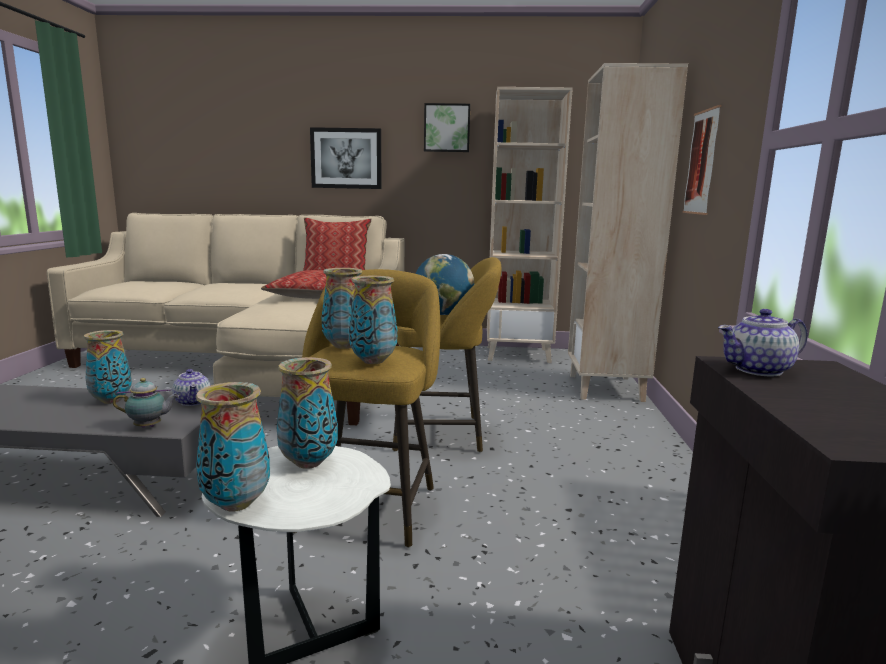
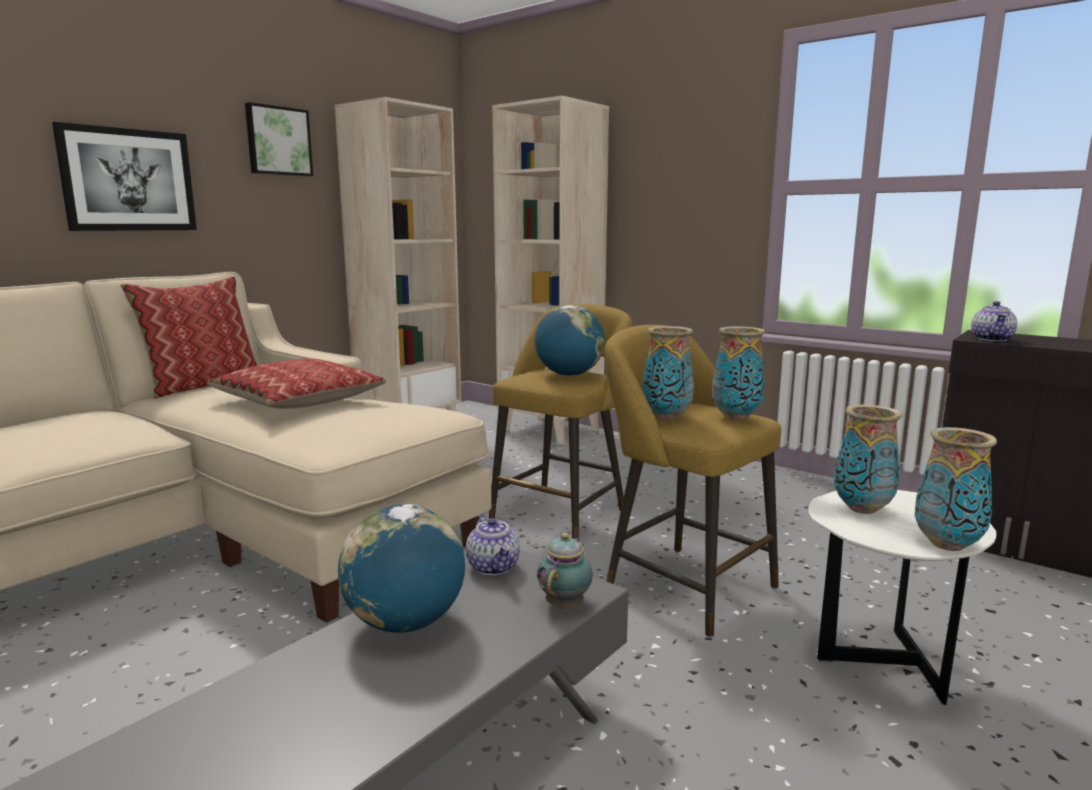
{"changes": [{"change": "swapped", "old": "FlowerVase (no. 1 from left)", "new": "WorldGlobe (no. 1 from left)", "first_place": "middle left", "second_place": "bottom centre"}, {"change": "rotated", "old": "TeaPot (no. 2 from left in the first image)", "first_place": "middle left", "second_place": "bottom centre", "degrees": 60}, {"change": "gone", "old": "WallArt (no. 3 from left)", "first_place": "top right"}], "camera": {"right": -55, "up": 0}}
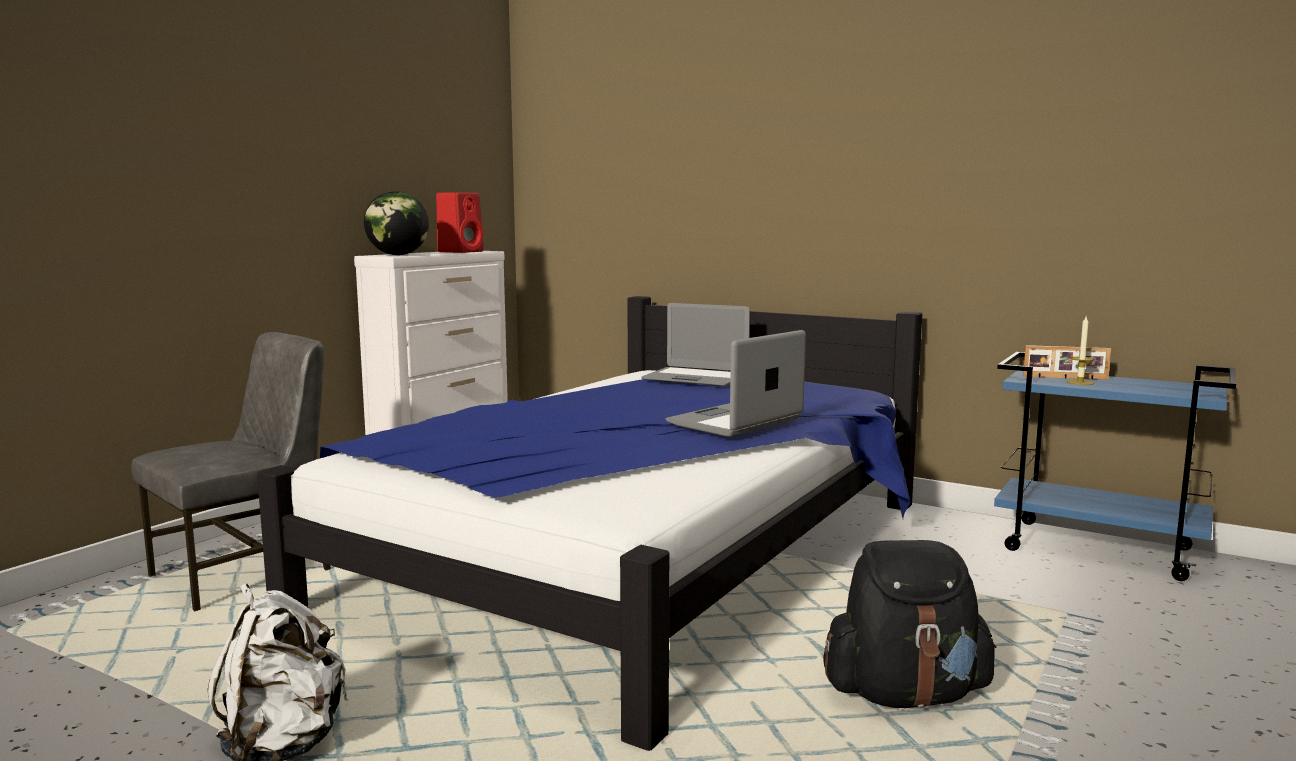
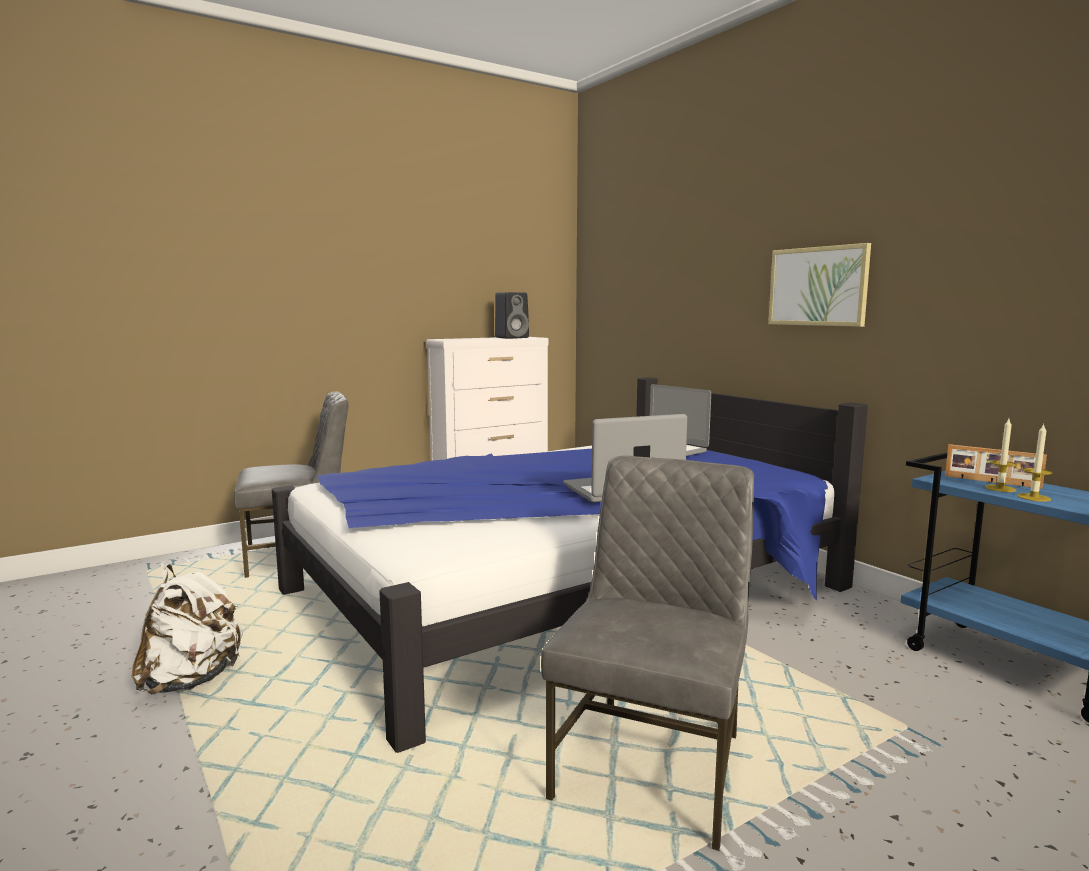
{"changes": [{"change": "gone", "old": "WorldGlobe", "first_place": "top left"}, {"change": "repainted", "old": "RedColouredAudioSpeaker", "new": "BlackishAudioSpeaker", "first_place": "top centre", "second_place": "centre"}, {"change": "swapped", "old": "BlackishKnapsack", "new": "GreyChair (no. 2 from left)", "first_place": "bottom right", "second_place": "bottom centre"}, {"change": "new", "new": "WallArt", "second_place": "top right"}, {"change": "new", "new": "WaxCandle (no. 2 from left)", "second_place": "middle right"}], "camera": {"right": 25, "up": 0}}
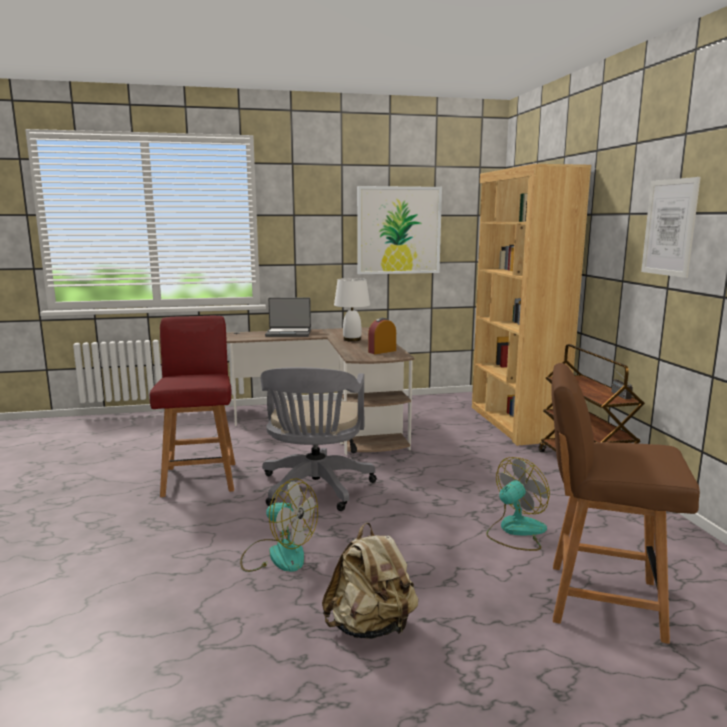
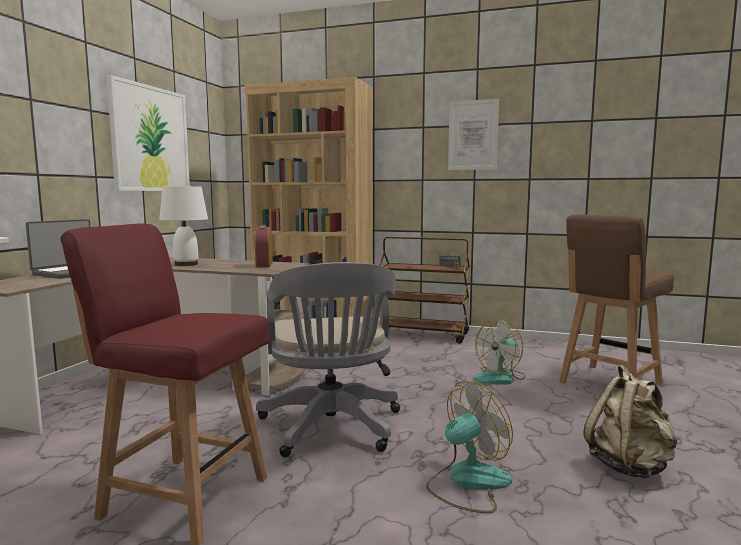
{"changes": [{"change": "rotated", "old": "GreyOfficeChair", "first_place": "centre", "second_place": "centre", "degrees": 45}, {"change": "rotated", "old": "CoolingFan (no. 2 from left)", "first_place": "bottom right", "second_place": "middle right", "degrees": -120}], "camera": {"right": -60, "up": -5}}
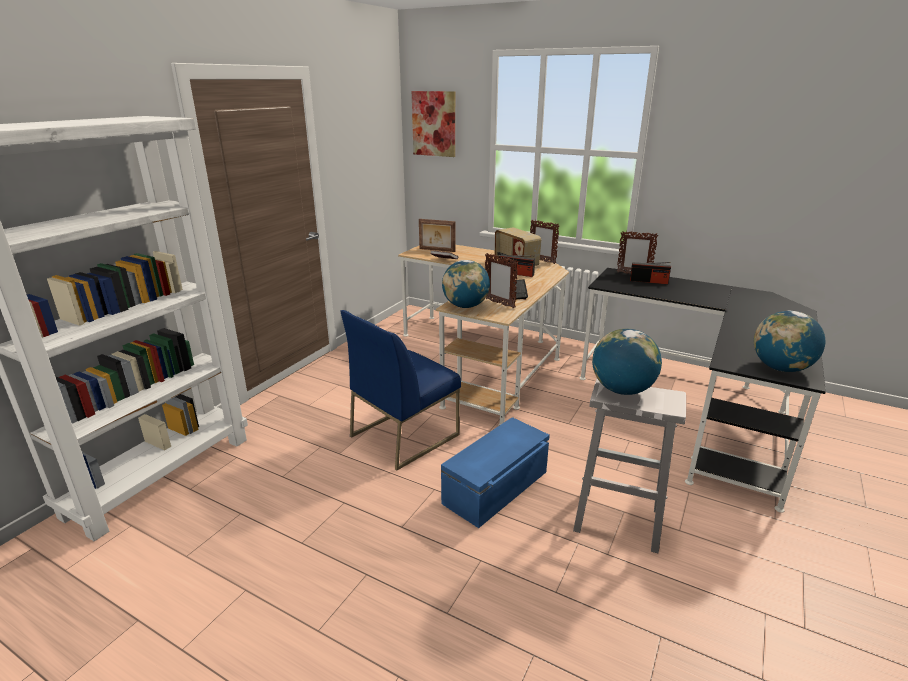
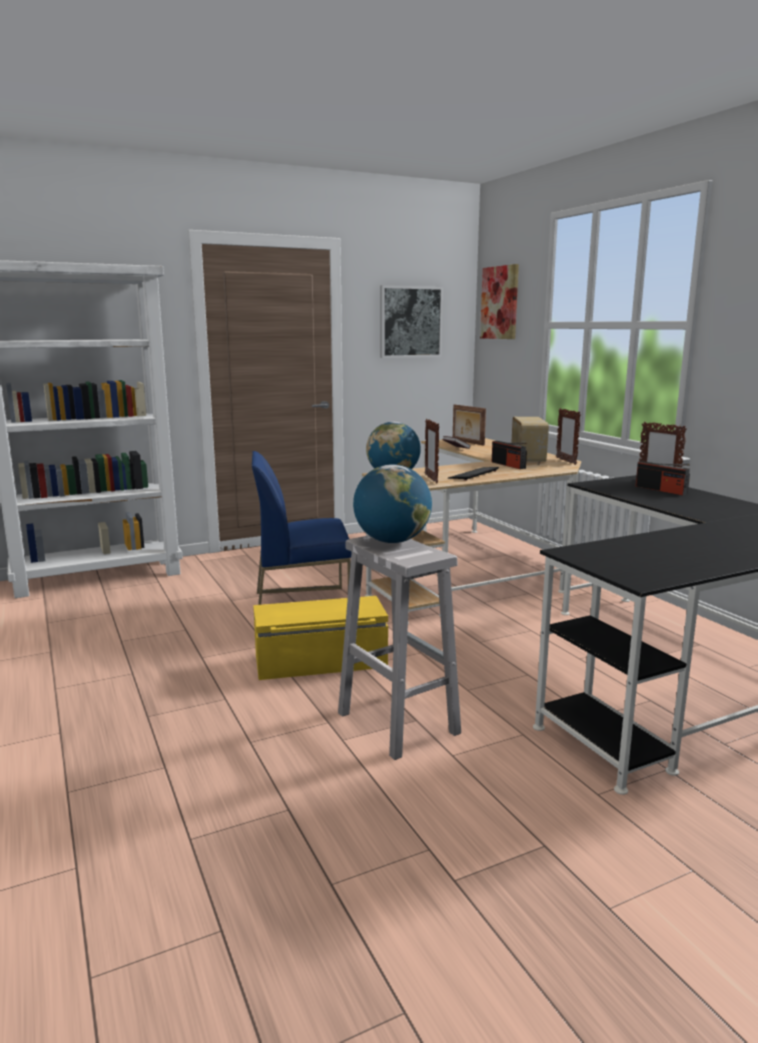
{"changes": [{"change": "repainted", "old": "BluishStorageBin", "new": "YellowishStorageBin", "first_place": "bottom centre", "second_place": "centre"}, {"change": "gone", "old": "WorldGlobe (no. 3 from left)", "first_place": "middle right"}, {"change": "new", "new": "WallArt (no. 1 from left)", "second_place": "top centre"}], "camera": {"right": 35, "up": -10}}
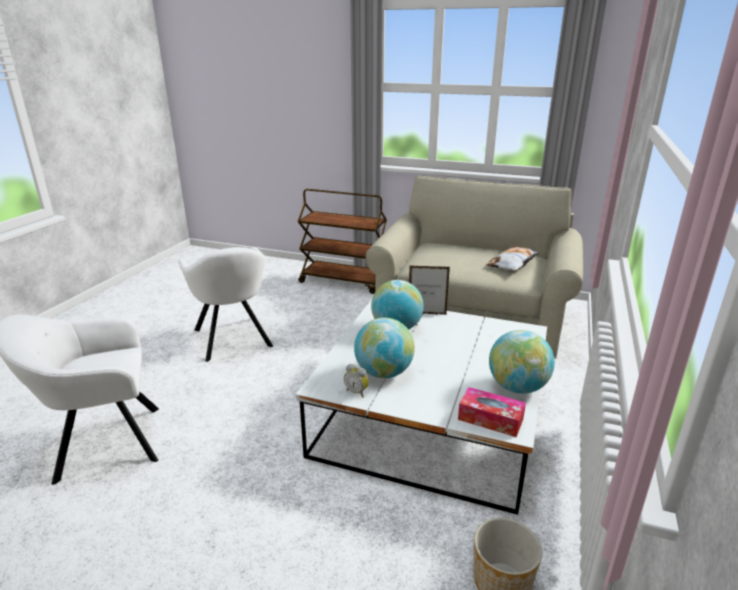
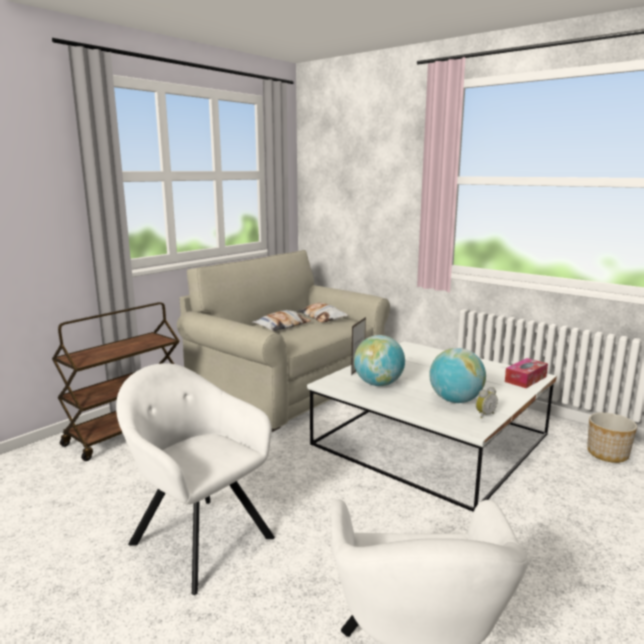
{"changes": [{"change": "rotated", "old": "WhiteColouredArmchair (no. 2 from left in the first image)", "first_place": "middle left", "second_place": "bottom left", "degrees": -135}, {"change": "gone", "old": "WorldGlobe (no. 3 from left)", "first_place": "middle right"}, {"change": "new", "new": "Cushion (no. 1 from left)", "second_place": "centre"}], "camera": {"right": -70, "up": -10}}
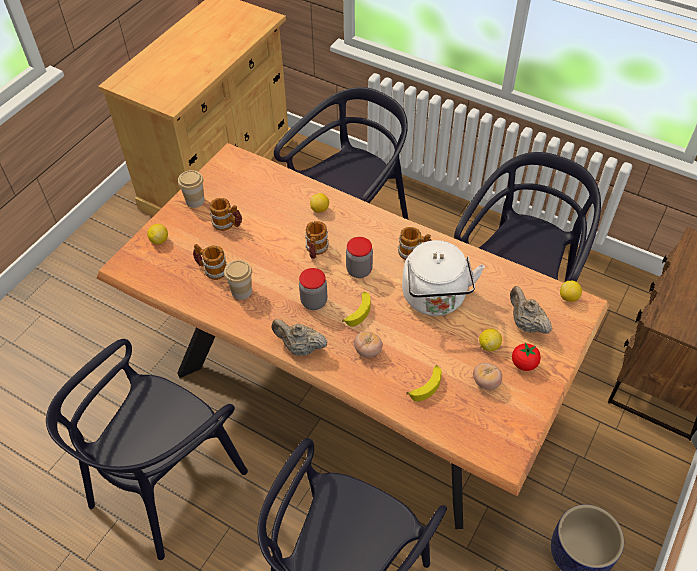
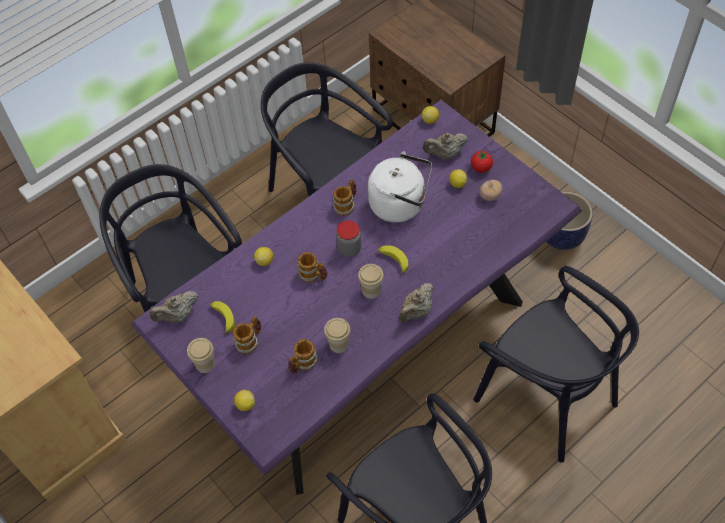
{"changes": [{"change": "repainted", "old": "BrownishDiningTable", "new": "PurpleColouredDiningTable", "first_place": "centre", "second_place": "centre"}, {"change": "swapped", "old": "StorageJar (no. 1 from left)", "new": "DrinkingCup (no. 3 from left)", "first_place": "centre", "second_place": "centre"}, {"change": "gone", "old": "WholeTomato (no. 1 from left)", "first_place": "centre"}, {"change": "shifted", "old": "Banana (no. 2 from left in the first image)", "new": "Banana (no. 1 from left)", "first_place": "bottom centre", "second_place": "middle left"}, {"change": "new", "new": "BeigeTeaPot (no. 1 from left)", "second_place": "middle left"}], "camera": {"right": -70, "up": 5}}
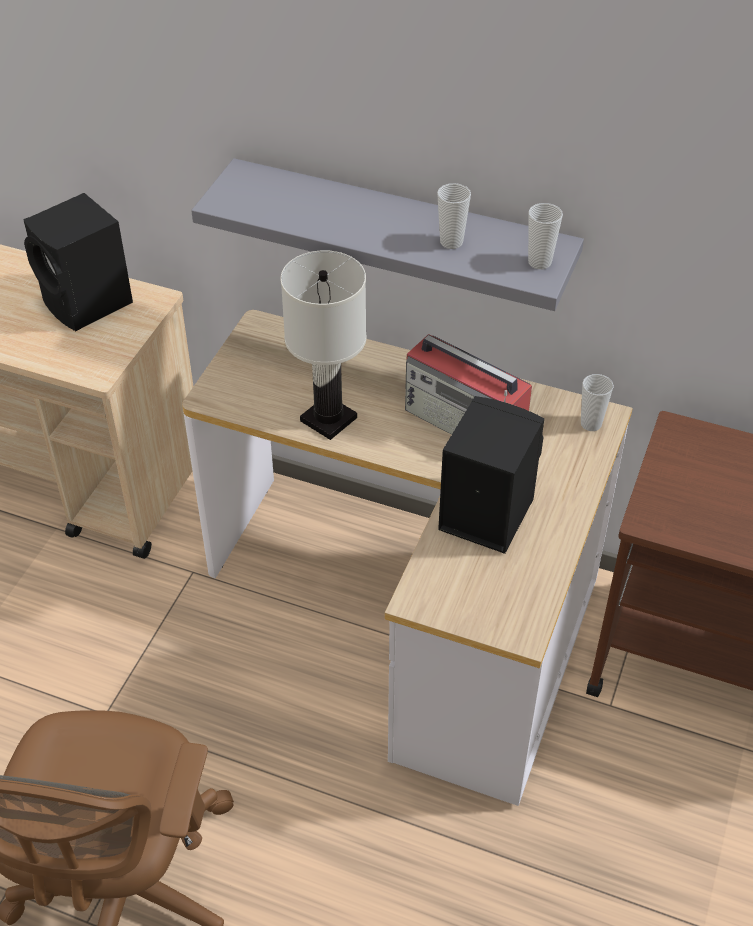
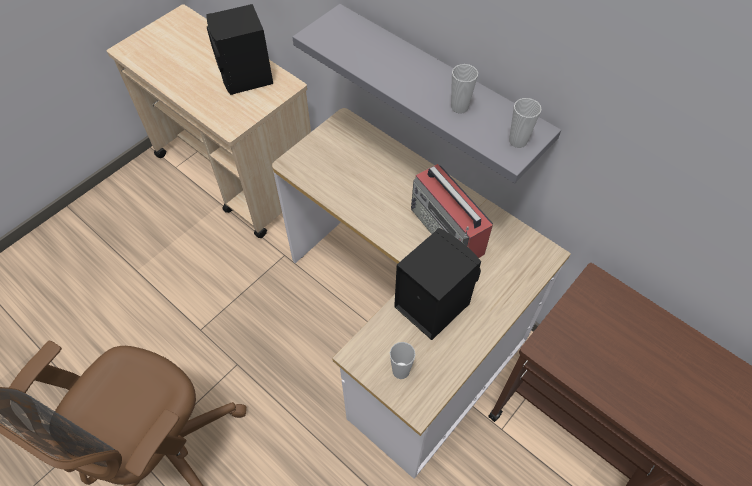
{"changes": [{"change": "gone", "old": "WhiteColouredTabletopLamp", "first_place": "centre"}, {"change": "shifted", "old": "DrinkingCup (no. 3 from left in the first image)", "new": "DrinkingCup (no. 1 from left)", "first_place": "middle right", "second_place": "bottom centre"}], "camera": {"right": 20, "up": 10}}
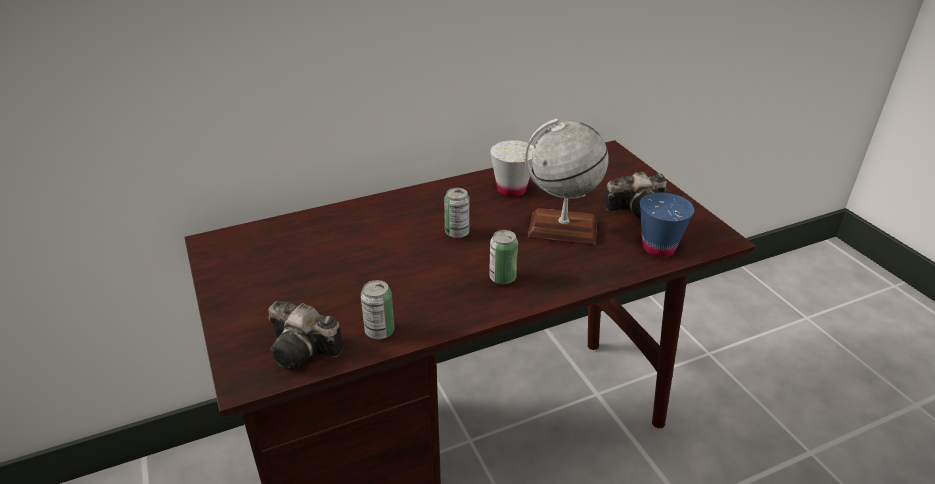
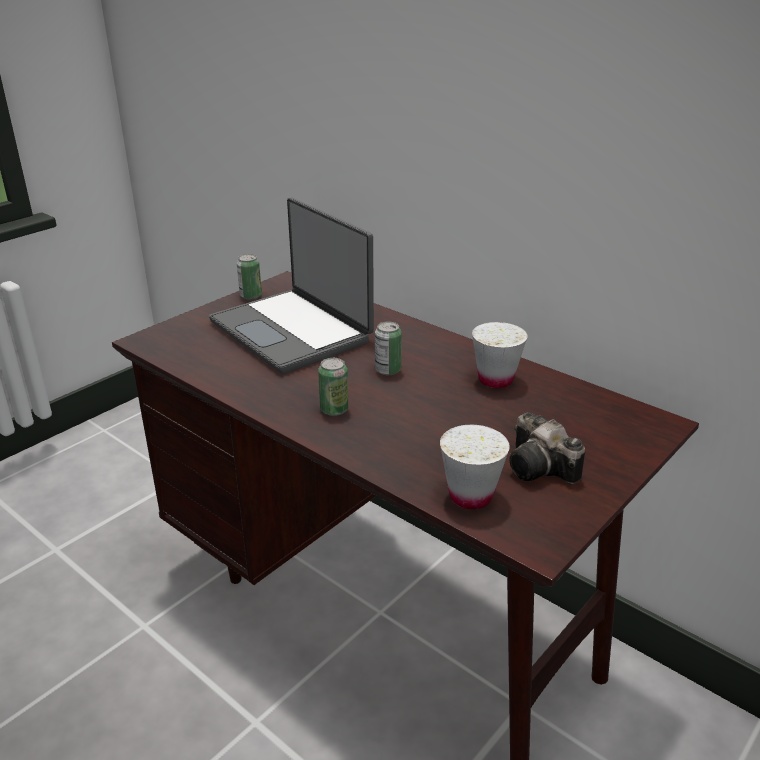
{"changes": [{"change": "gone", "old": "PhotoCamera (no. 1 from left)", "first_place": "bottom left"}, {"change": "shifted", "old": "Can (no. 1 from left)", "first_place": "centre", "second_place": "middle left"}, {"change": "gone", "old": "WorldGlobe", "first_place": "centre"}, {"change": "repainted", "old": "BluishDrinkingCup", "new": "WhiteColouredDrinkingCup (no. 1 from left)", "first_place": "middle right", "second_place": "centre"}, {"change": "new", "new": "Laptop", "second_place": "centre"}], "camera": {"right": 65, "up": -5}}
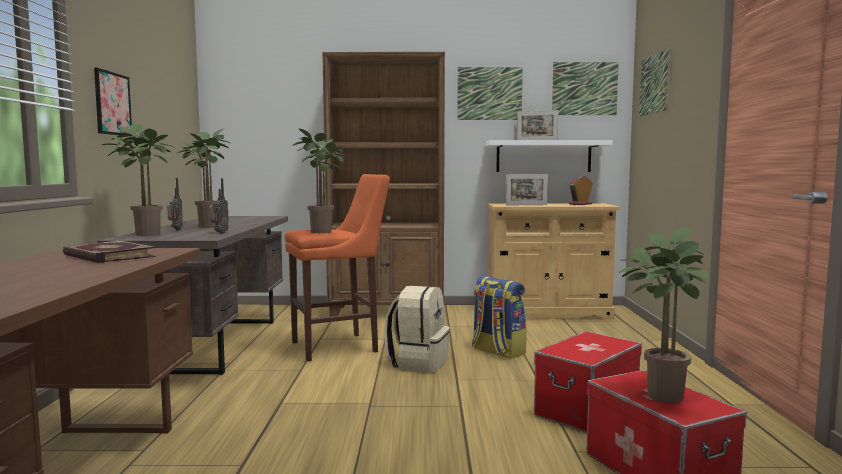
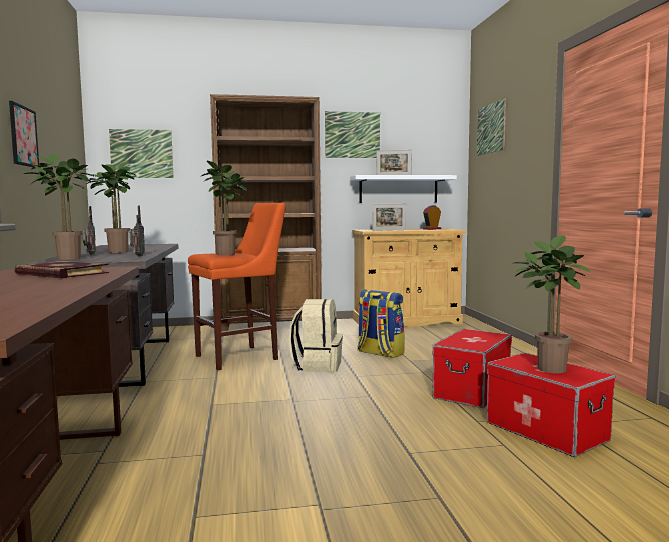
{"changes": [{"change": "shifted", "old": "WallArt (no. 3 from left in the first image)", "new": "WallArt (no. 2 from left)", "first_place": "top right", "second_place": "top left"}], "camera": {"right": -10, "up": 0}}
